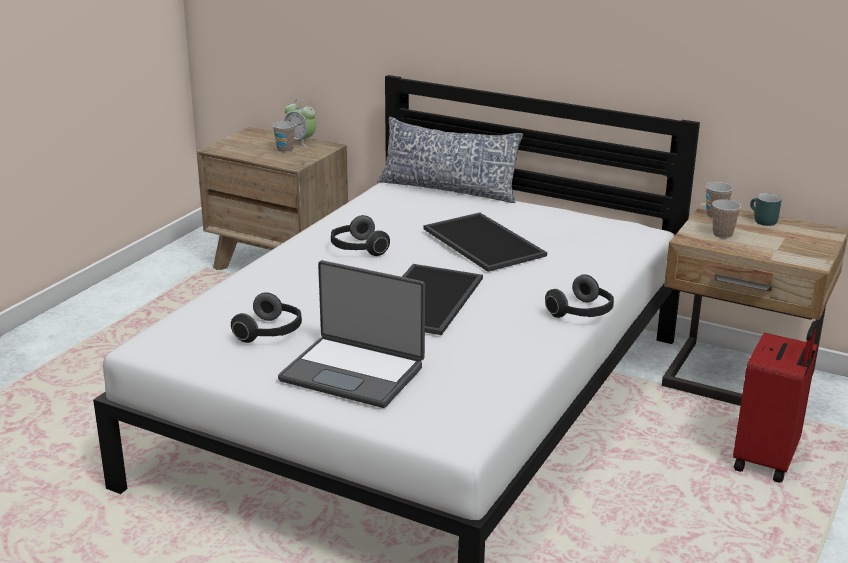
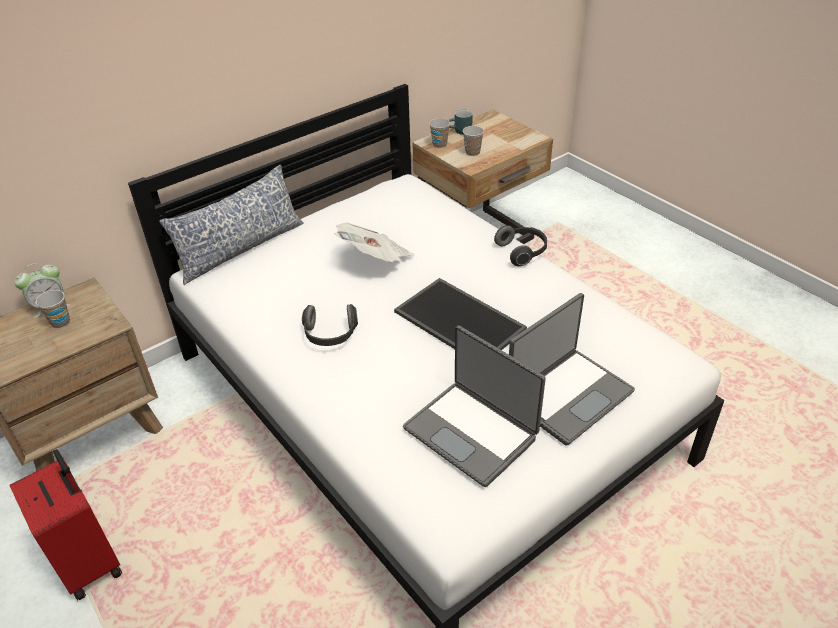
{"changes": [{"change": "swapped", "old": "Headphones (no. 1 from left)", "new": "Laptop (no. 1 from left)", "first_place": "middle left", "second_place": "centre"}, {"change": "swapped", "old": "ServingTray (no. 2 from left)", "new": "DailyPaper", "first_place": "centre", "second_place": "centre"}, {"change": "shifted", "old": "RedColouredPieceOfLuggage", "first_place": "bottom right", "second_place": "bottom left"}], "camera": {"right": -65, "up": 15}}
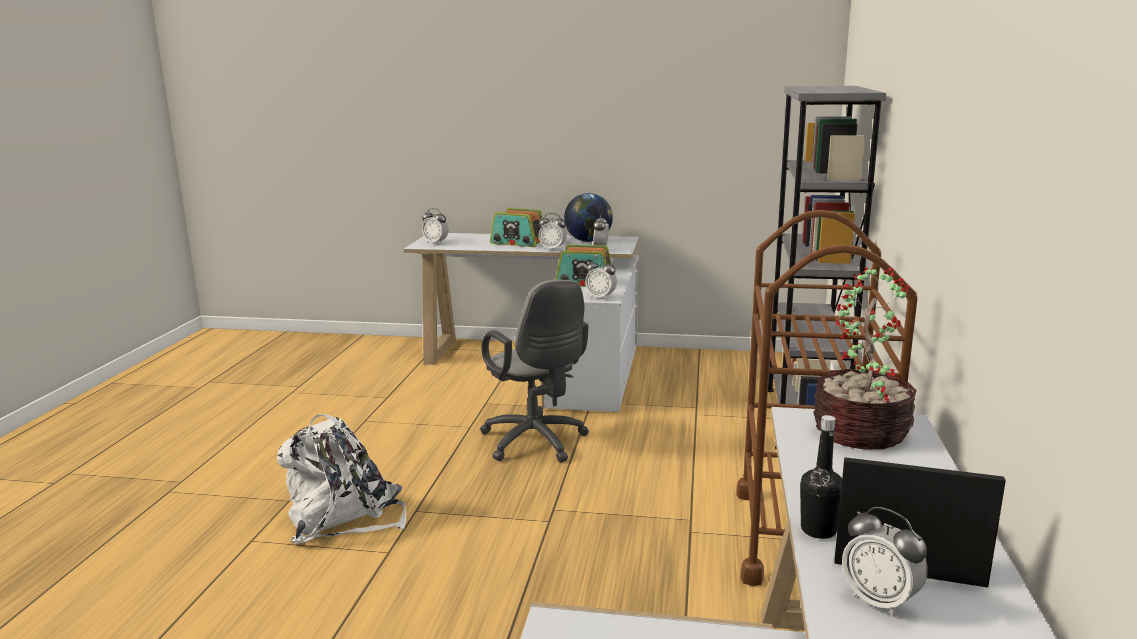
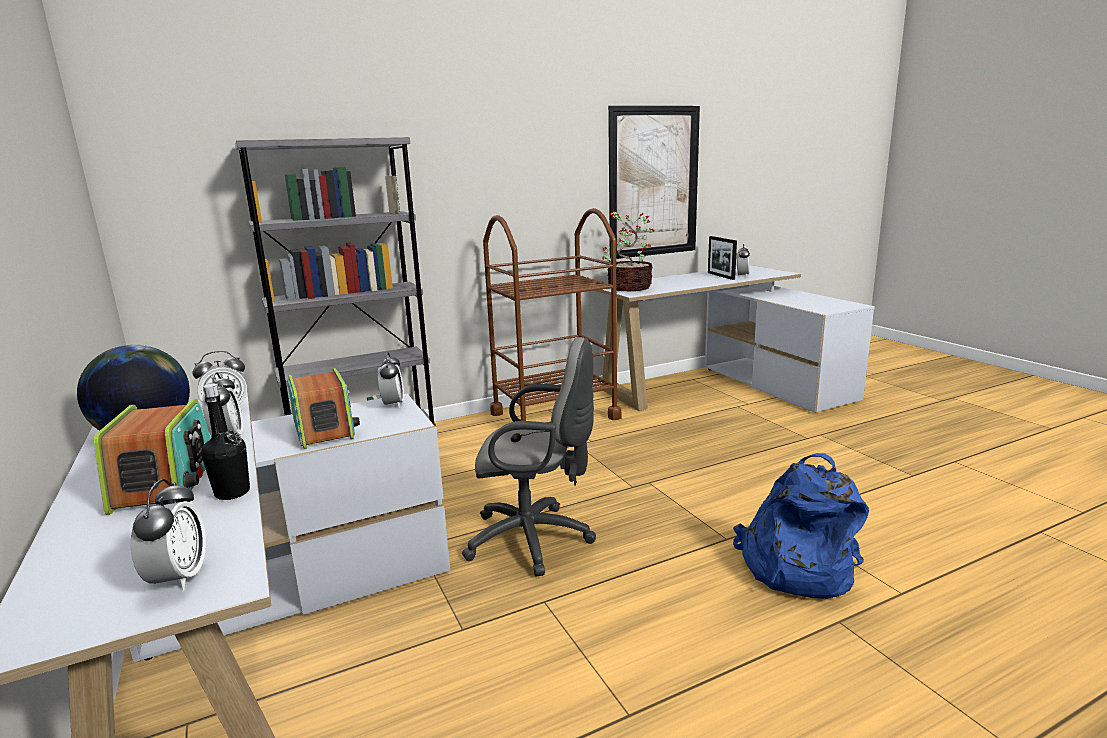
{"changes": [{"change": "repainted", "old": "WhiteColouredKnapsack", "new": "BluishKnapsack", "first_place": "bottom left", "second_place": "bottom right"}, {"change": "rotated", "old": "GreyOfficeChair", "first_place": "centre", "second_place": "centre", "degrees": 75}, {"change": "shifted", "old": "BlackishDrinkBottle", "first_place": "bottom right", "second_place": "middle left"}, {"change": "new", "new": "WallArt", "second_place": "top centre"}], "camera": {"right": -125, "up": 0}}
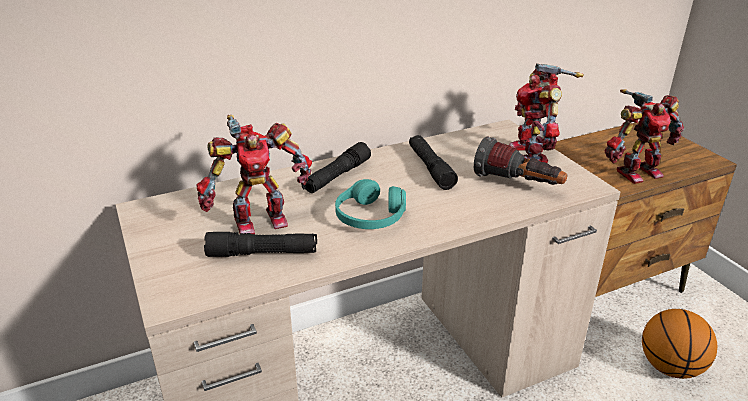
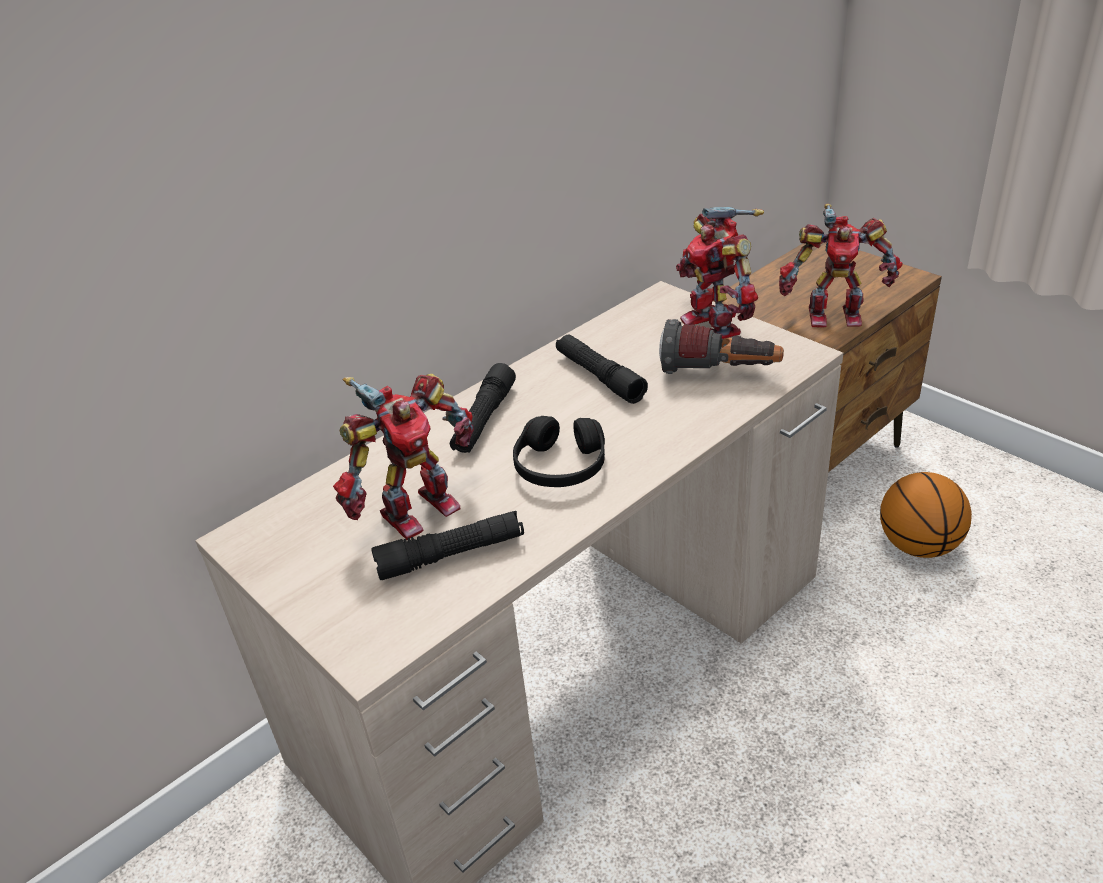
{"changes": [{"change": "repainted", "old": "TurquoiseColouredHeadphones", "new": "BlackishHeadphones", "first_place": "centre", "second_place": "centre"}, {"change": "rotated", "old": "RobotFigure (no. 3 from left)", "first_place": "middle right", "second_place": "top right", "degrees": 45}], "camera": {"right": -15, "up": 5}}
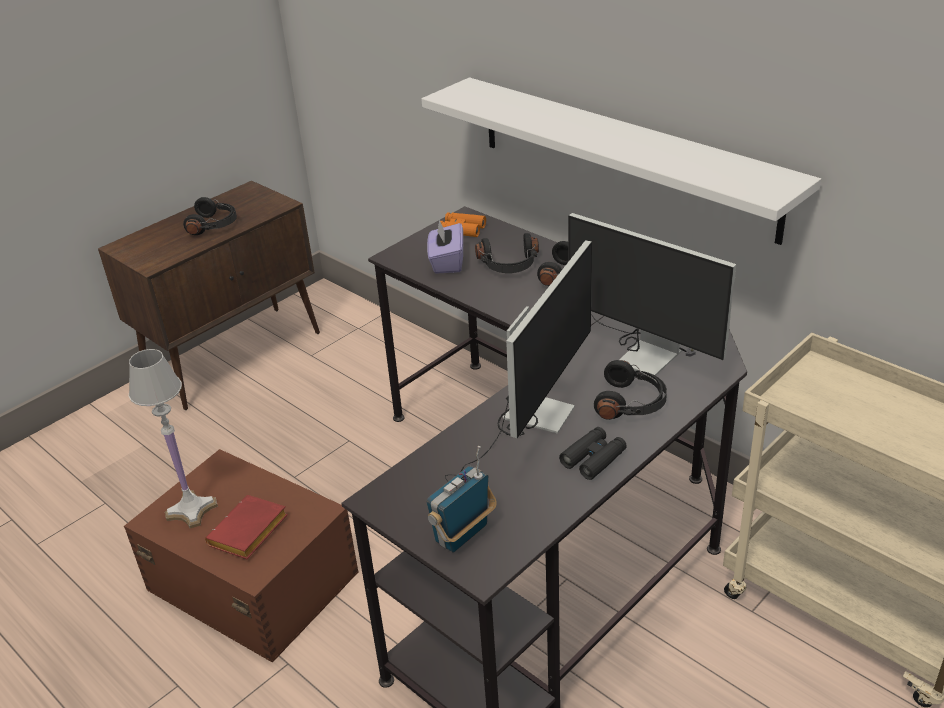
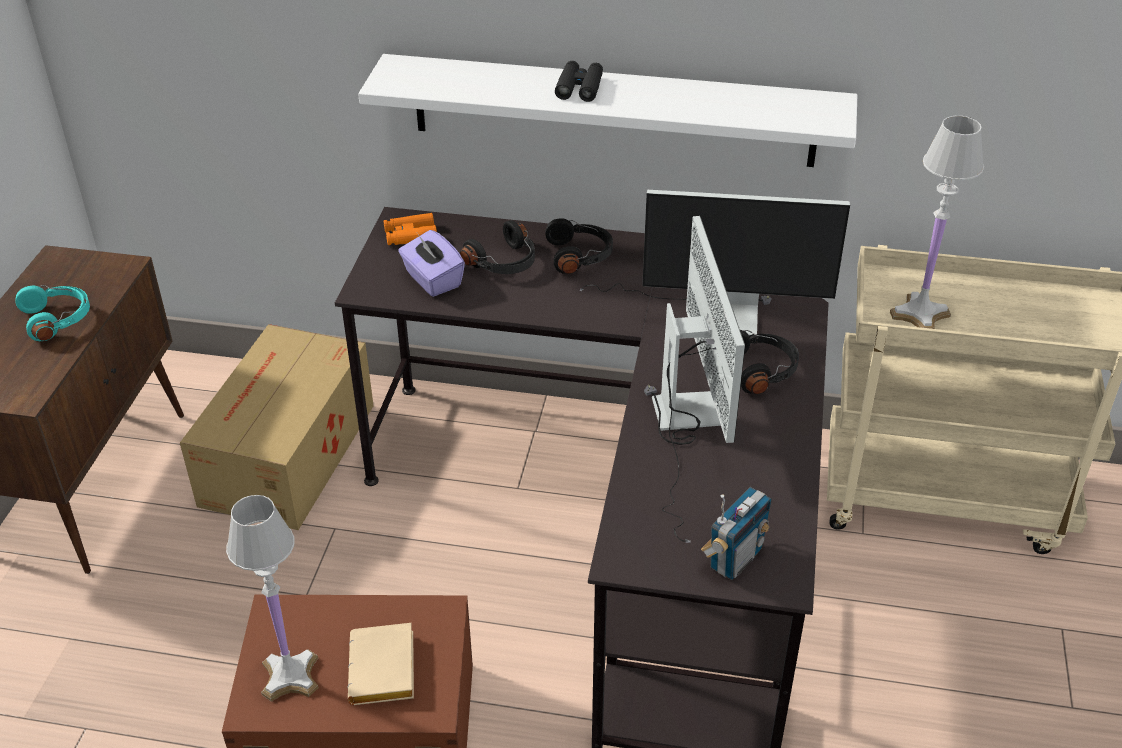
{"changes": [{"change": "repainted", "old": "BlackishHeadphones (no. 1 from left)", "new": "TurquoiseColouredHeadphones", "first_place": "top left", "second_place": "middle left"}, {"change": "repainted", "old": "RedColouredBoundBook", "new": "BeigeBoundBook", "first_place": "bottom left", "second_place": "bottom centre"}, {"change": "rotated", "old": "RadioReceiver", "first_place": "bottom centre", "second_place": "bottom centre", "degrees": -150}, {"change": "shifted", "old": "BlackishBinoculars", "first_place": "centre", "second_place": "top centre"}, {"change": "new", "new": "PackingBox", "second_place": "middle left"}, {"change": "new", "new": "WhiteColouredTabletopLamp (no. 2 from left)", "second_place": "top right"}], "camera": {"right": -35, "up": 5}}
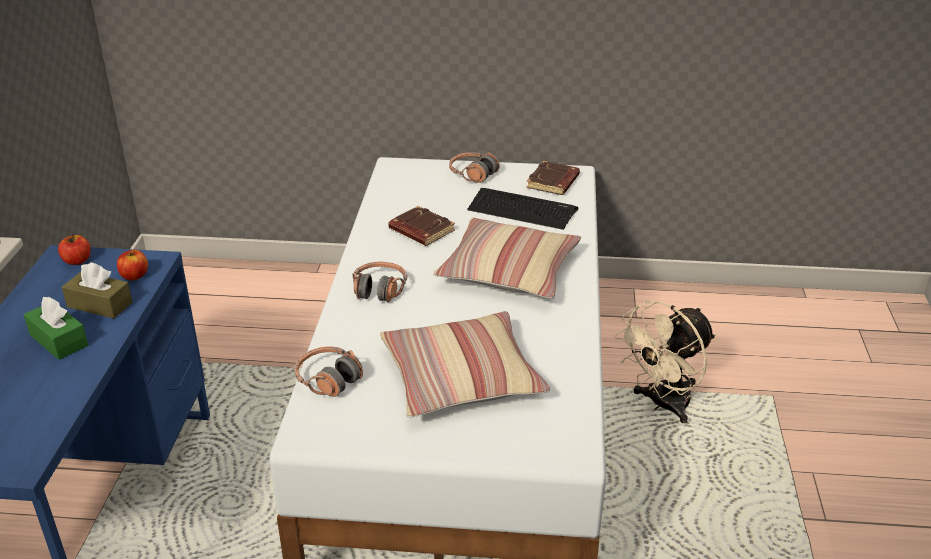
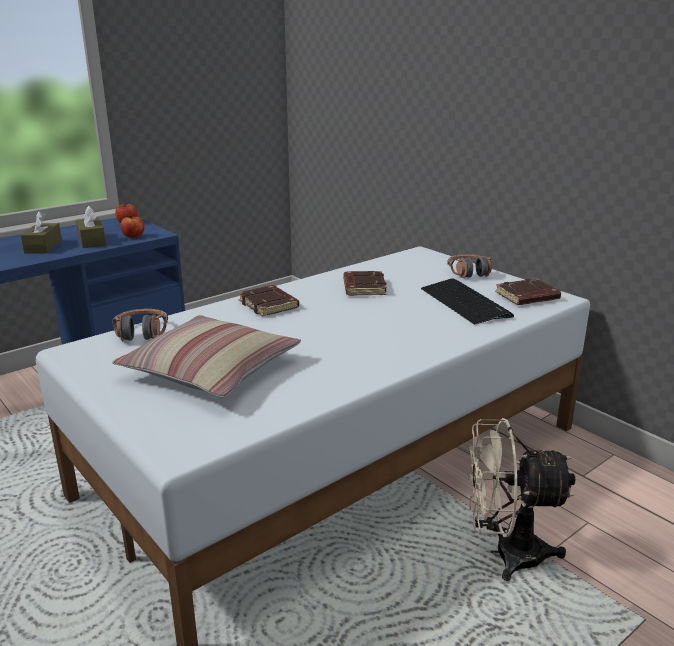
{"changes": [{"change": "repainted", "old": "GreenishTissueHolder", "new": "BrownishTissueHolder (no. 1 from left)", "first_place": "middle left", "second_place": "middle left"}, {"change": "swapped", "old": "Headphones (no. 2 from left)", "new": "BrownishBoundBook (no. 1 from left)", "first_place": "centre", "second_place": "centre"}, {"change": "gone", "old": "Cushion (no. 2 from left)", "first_place": "centre"}], "camera": {"right": 45, "up": -10}}
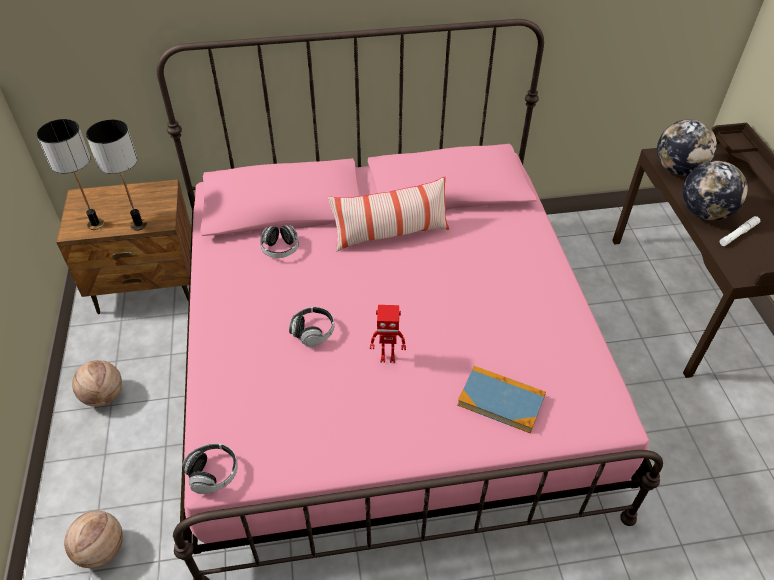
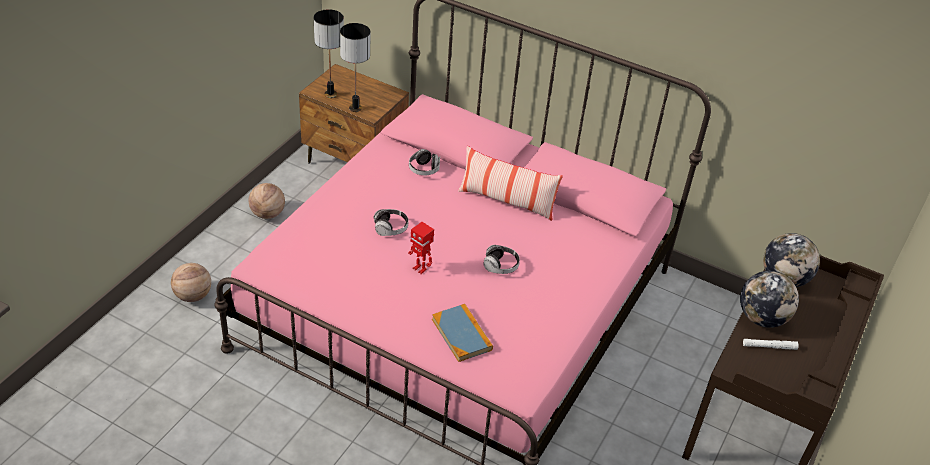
{"changes": [{"change": "shifted", "old": "Headphones (no. 1 from left in the first image)", "new": "Headphones (no. 3 from left)", "first_place": "bottom left", "second_place": "centre"}], "camera": {"right": 35, "up": -5}}
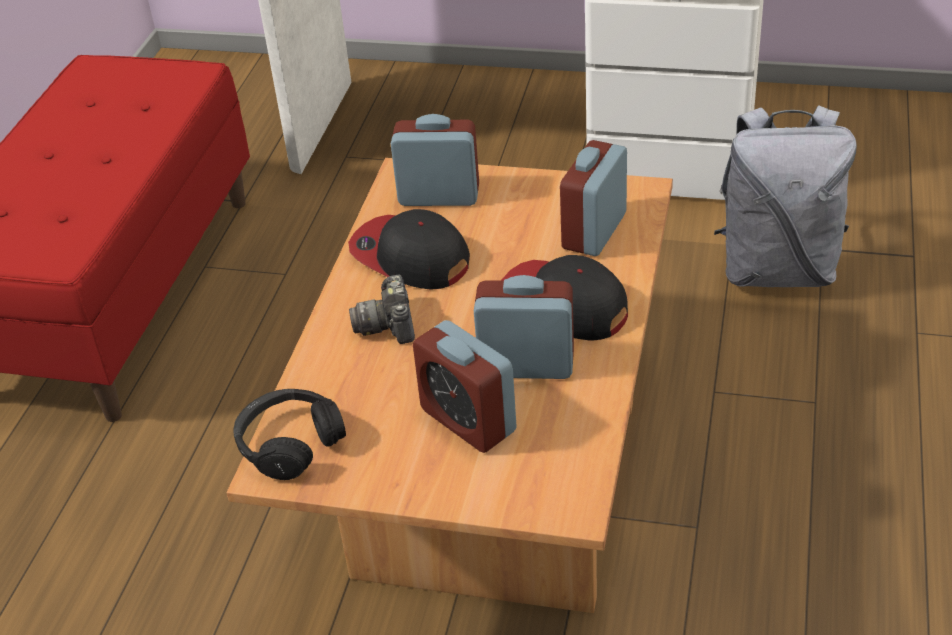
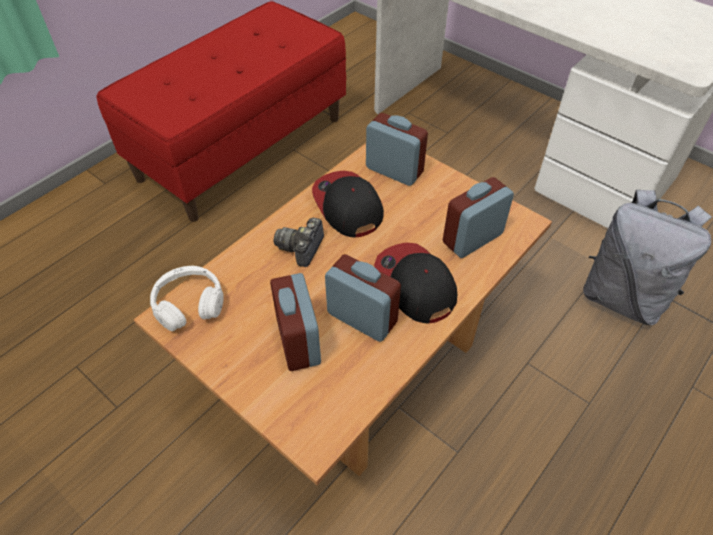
{"changes": [{"change": "repainted", "old": "BlackishHeadphones", "new": "WhiteColouredHeadphones", "first_place": "bottom left", "second_place": "middle left"}], "camera": {"right": 25, "up": 10}}
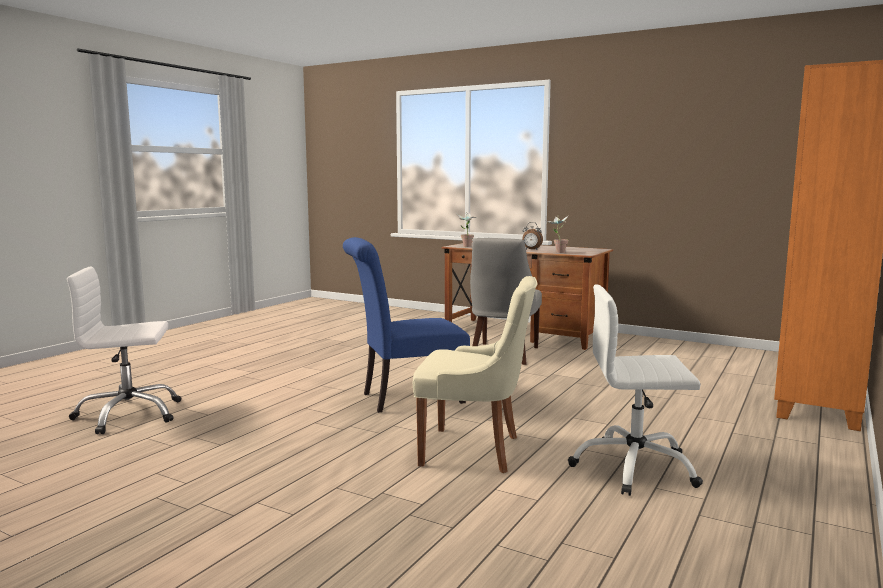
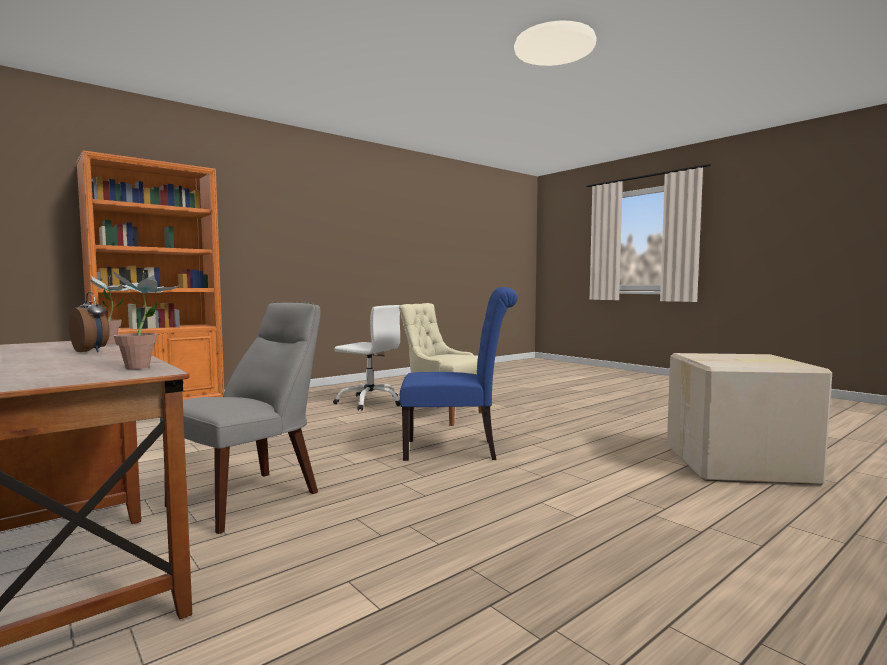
{"changes": [{"change": "swapped", "old": "WhiteColouredOfficeChair (no. 1 from left)", "new": "PackingBox", "first_place": "middle left", "second_place": "middle right"}], "camera": {"right": -160, "up": -5}}
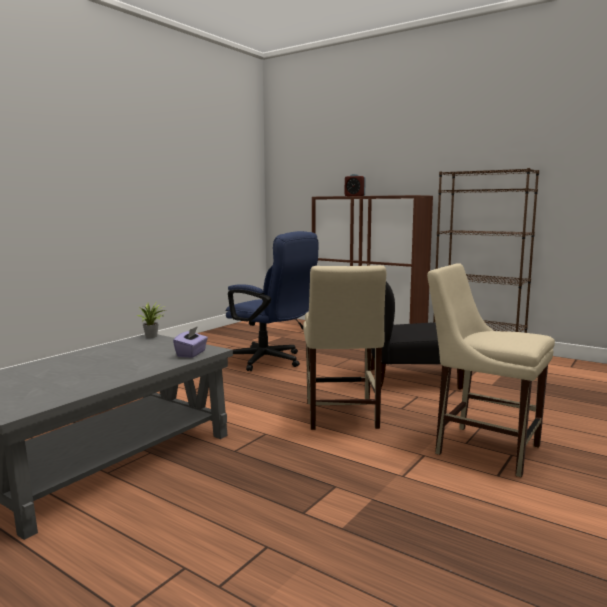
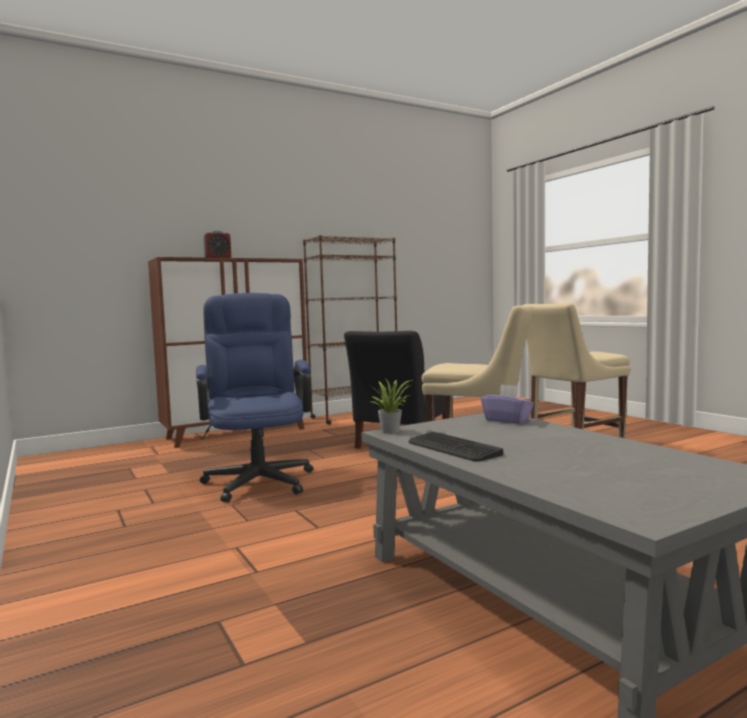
{"changes": [{"change": "rotated", "old": "BluishOfficeChair", "first_place": "centre", "second_place": "centre", "degrees": -75}, {"change": "new", "new": "Keyboard", "second_place": "centre"}], "camera": {"right": -65, "up": -5}}
